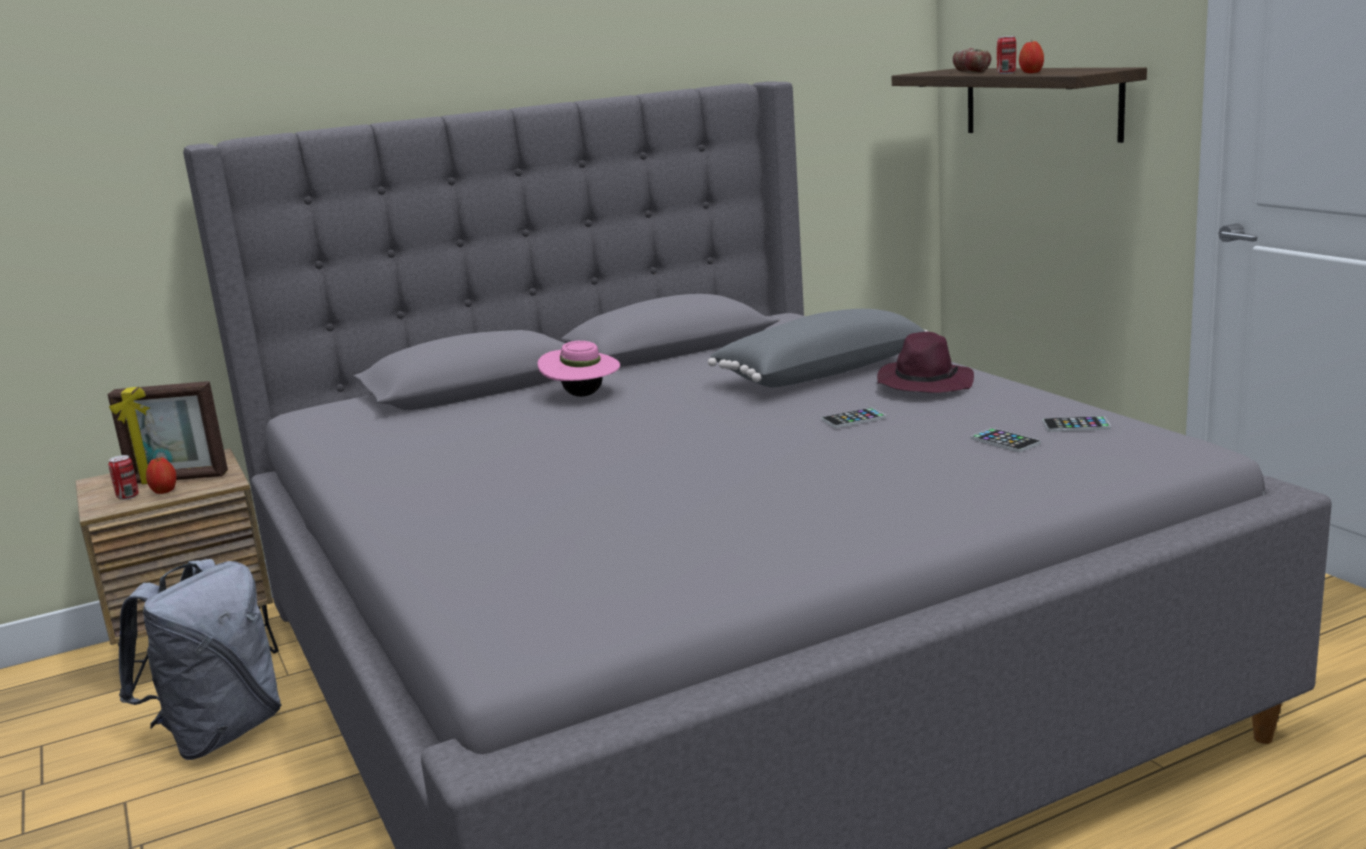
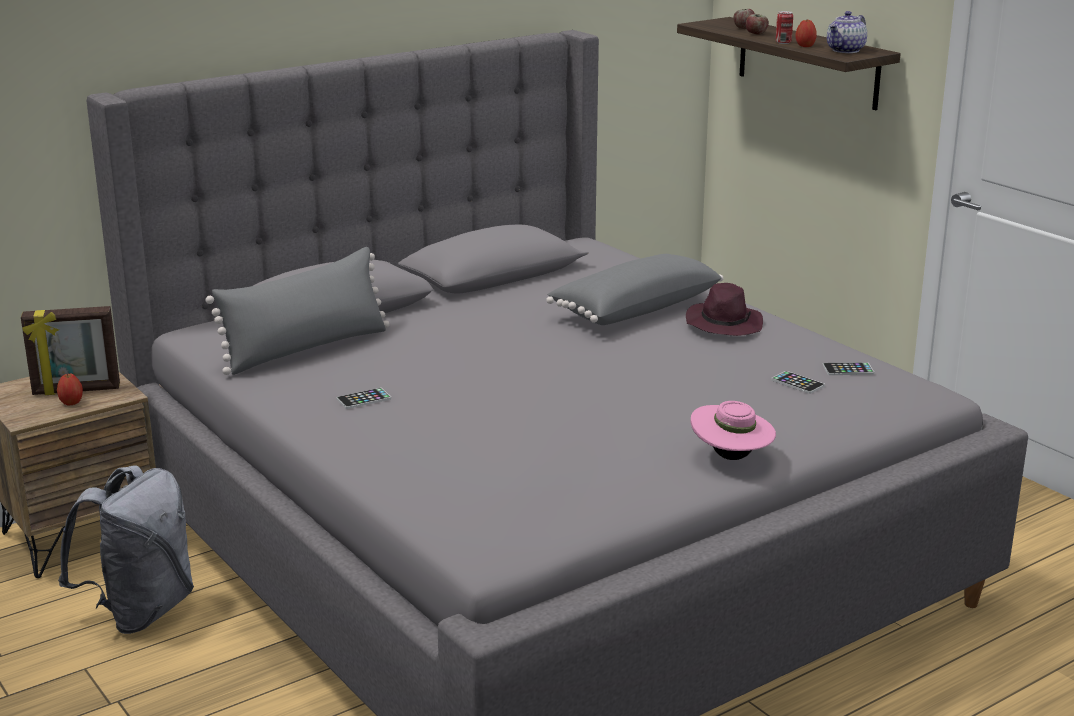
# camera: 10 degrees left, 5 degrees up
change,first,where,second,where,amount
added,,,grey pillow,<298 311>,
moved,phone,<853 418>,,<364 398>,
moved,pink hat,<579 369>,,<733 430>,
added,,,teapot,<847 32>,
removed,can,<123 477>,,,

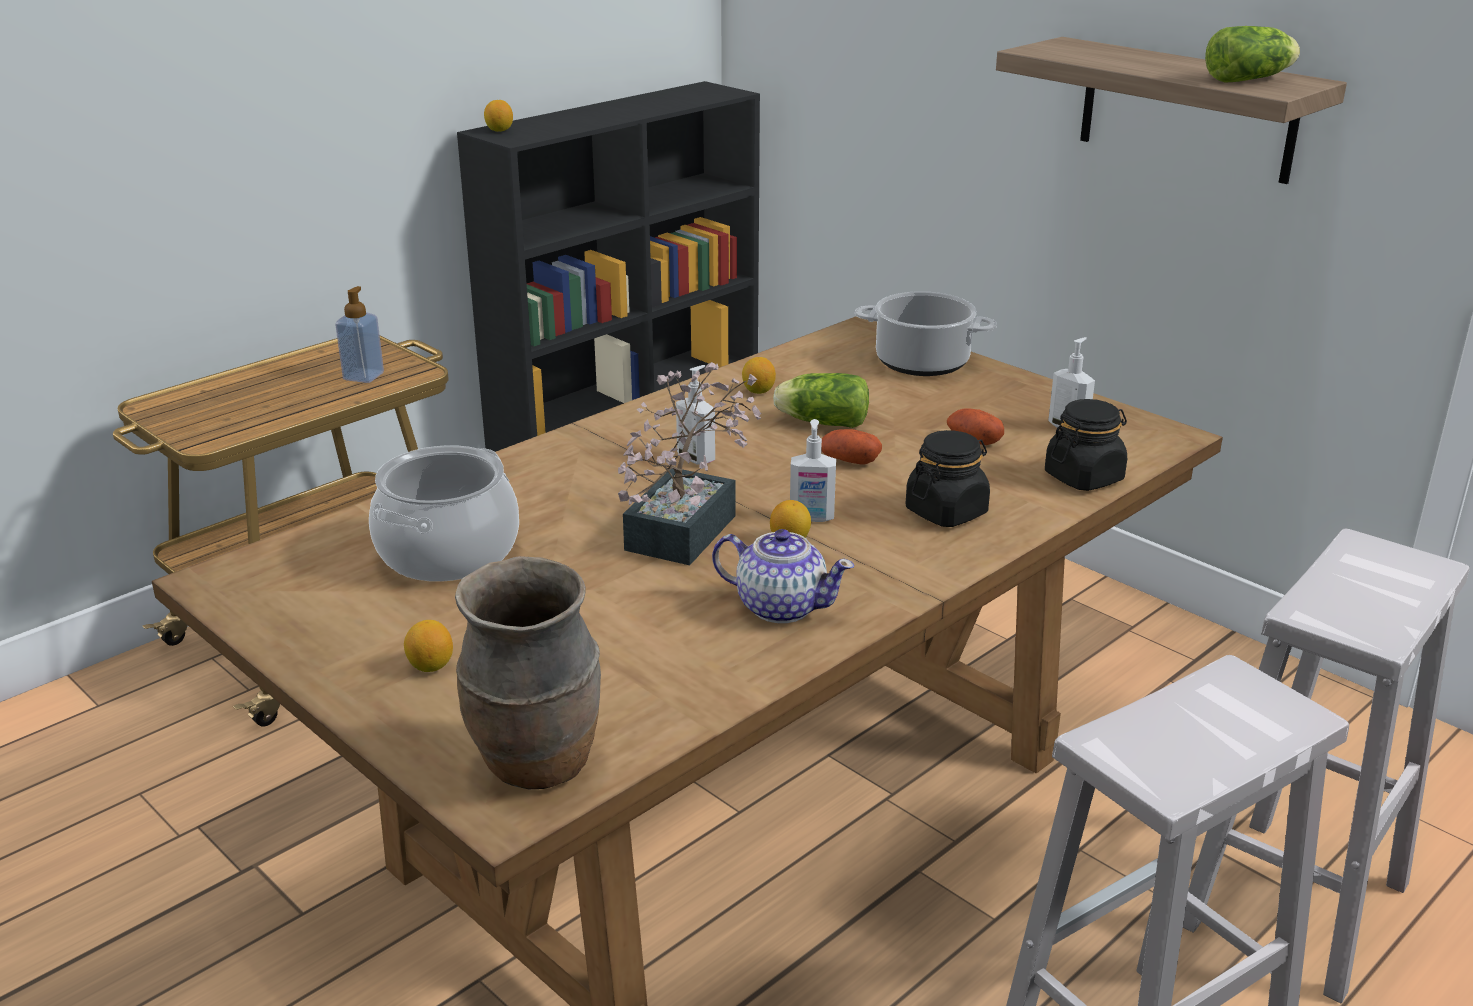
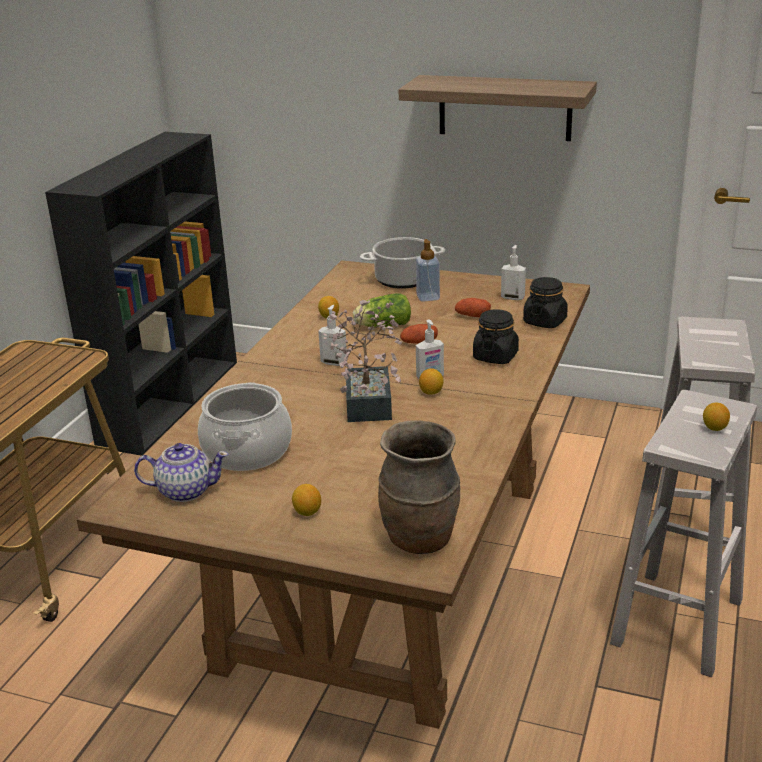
# camera: 25 degrees left, 0 degrees up
change,first,where,second,where,amount
moved,teapot,<783 576>,,<181 472>,
moved,soap dispenser,<359 334>,,<428 270>,
moved,lemon,<498 116>,,<716 417>,
removed,lettuce,<1252 54>,,,

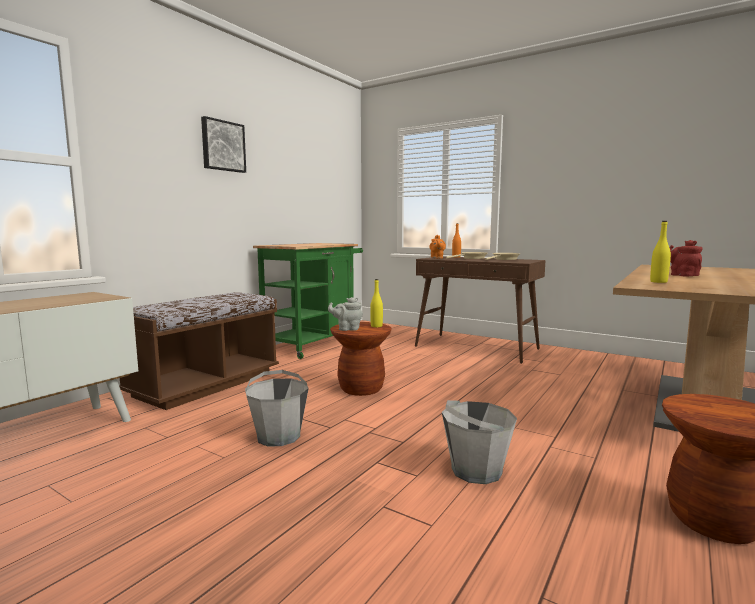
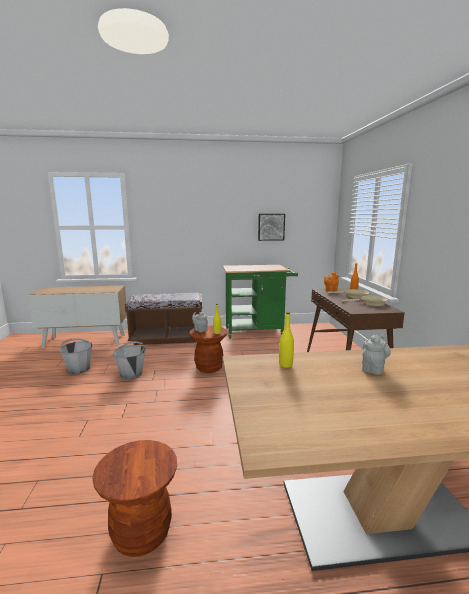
# camera: 50 degrees right, 5 degrees up
change,first,where,second,where,amount
moved,grey bucket,<479 442>,,<76 356>,
moved,picture,<223 144>,,<271 227>,
recoloured,red teapot,<686 258>,grey teapot,<376 355>,

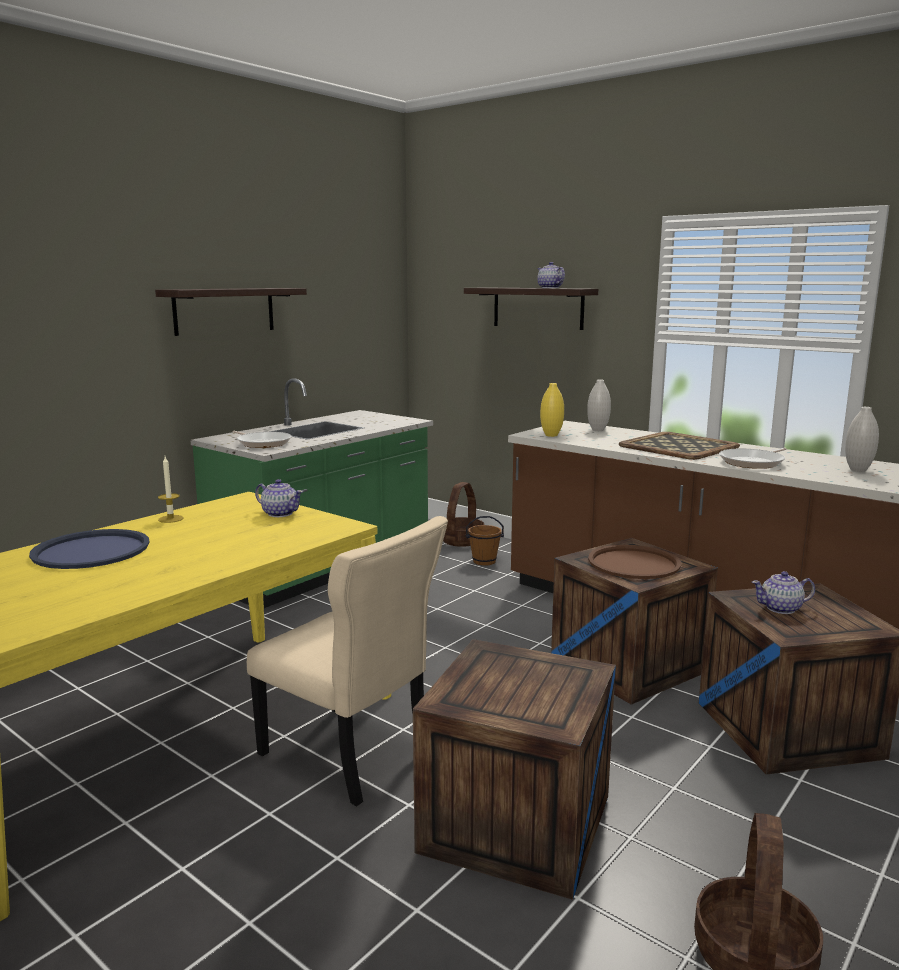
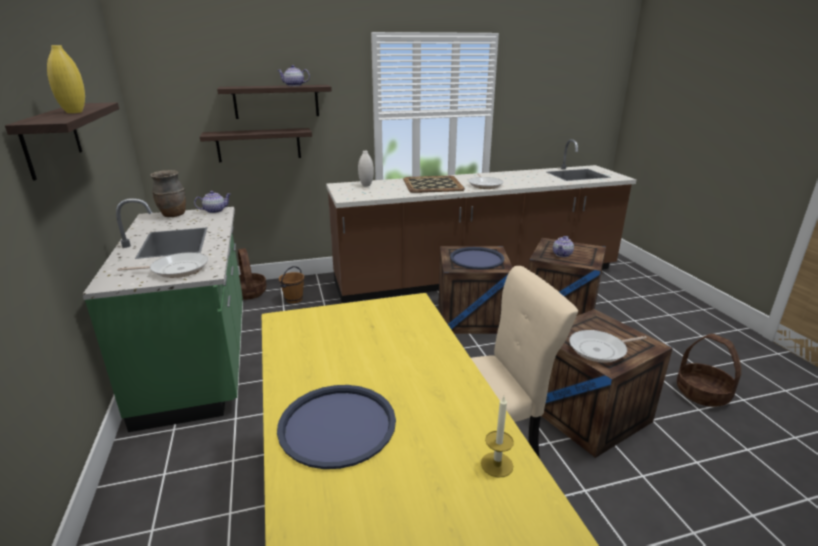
# camera: 55 degrees left, 10 degrees up
change,first,where,second,where,amount
moved,yellow vase,<552 410>,,<66 79>,
added,,,brown vase,<168 193>,
moved,teapot,<279 498>,,<212 202>,
added,,,shelf,<256 145>,
recoloured,brown tray,<634 562>,blue tray,<477 258>,
moved,candle,<171 490>,,<497 436>,
added,,,frying pan,<608 346>,
removed,white vase,<862 439>,,,

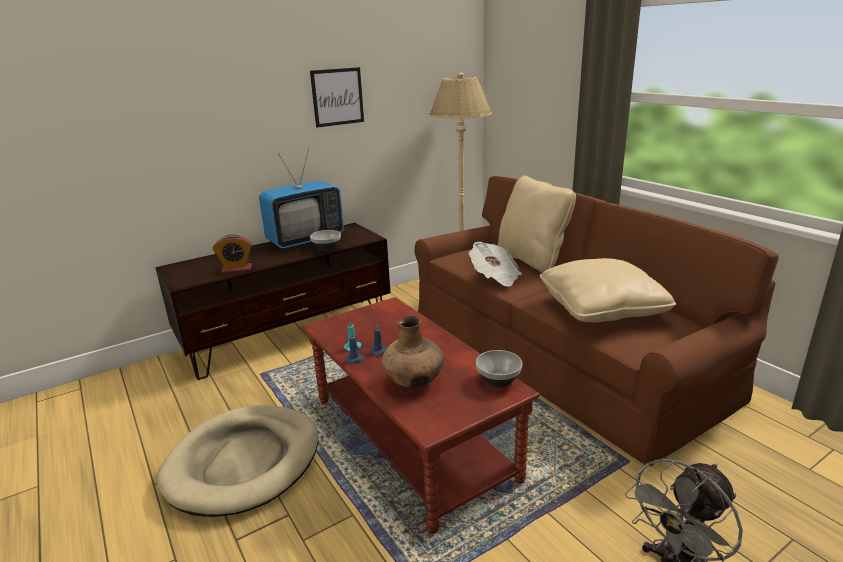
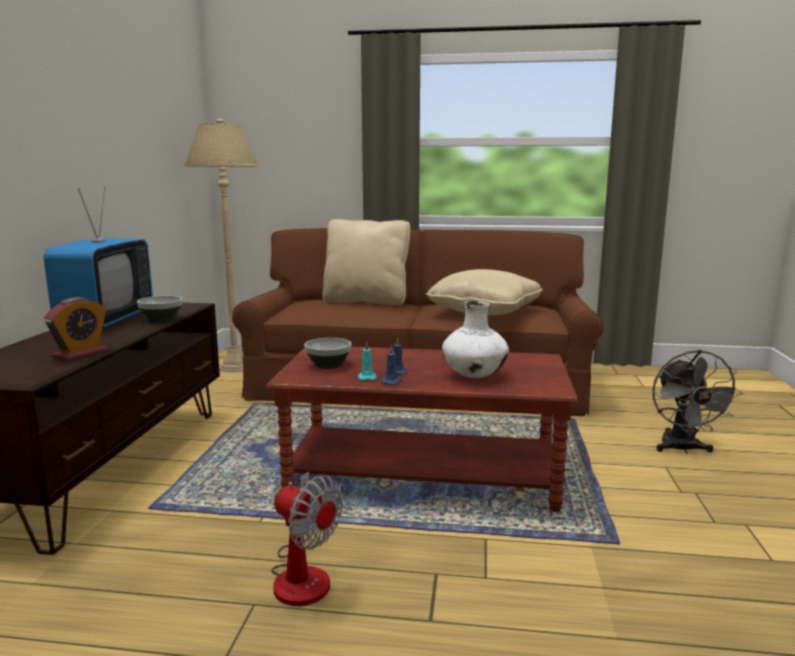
# camera: 50 degrees left, 10 degrees down
change,first,where,second,where,amount
replaced,beige dog bed,<237 461>,fan,<307 539>,
moved,bowl,<499 369>,,<327 353>,
recoloured,brown vase,<412 352>,white vase,<475 339>,
removed,picture,<337 97>,,,
removed,newspaper,<495 264>,,,

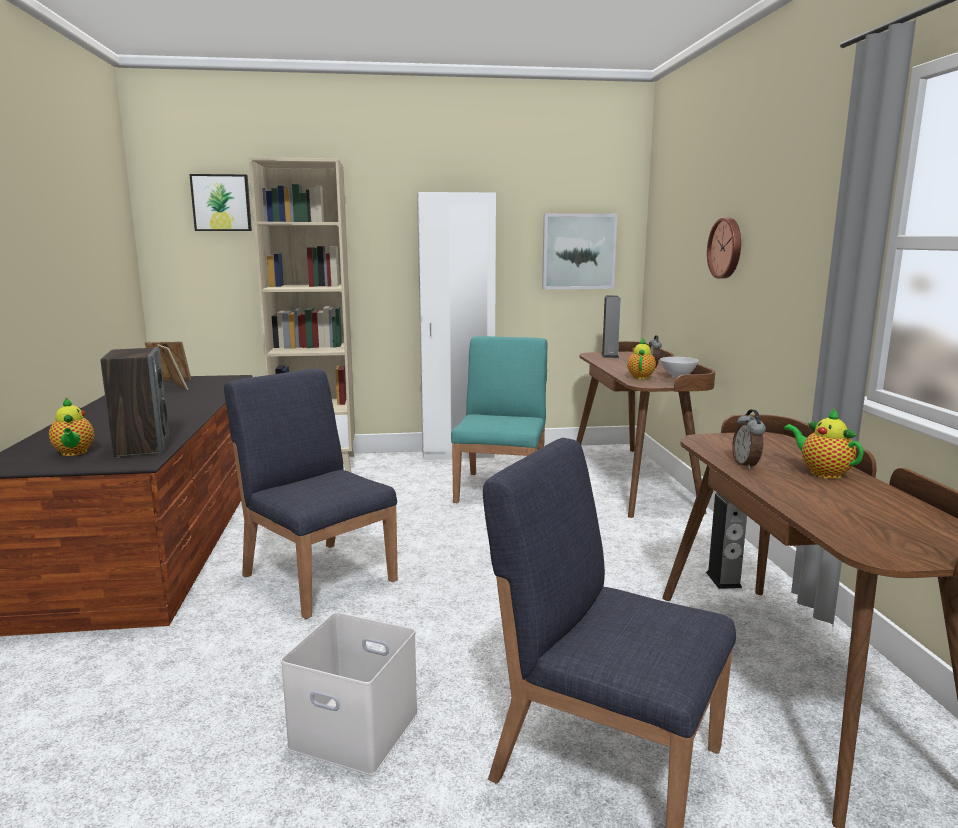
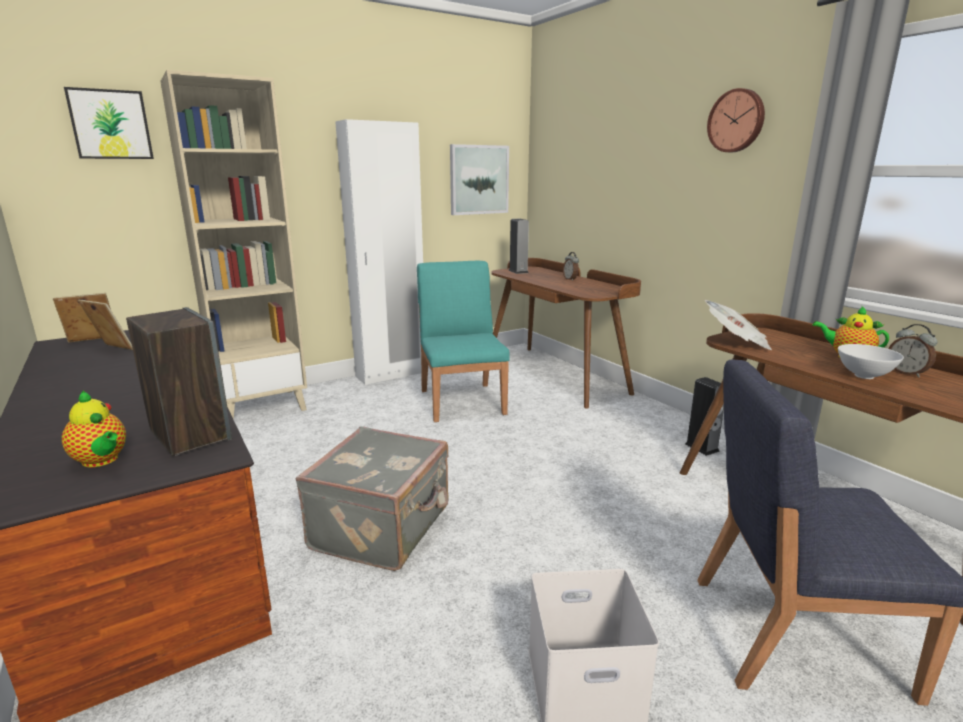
# camera: 25 degrees left, 5 degrees up
change,first,where,second,where,amount
replaced,blue chair,<311 494>,grey suitcase,<372 498>,
added,,,newspaper,<738 325>,
moved,wall clock,<724 248>,,<736 120>,
moved,white bowl,<679 367>,,<871 361>,
moved,alarm clock,<749 440>,,<913 351>,
removed,teapot,<641 358>,,,

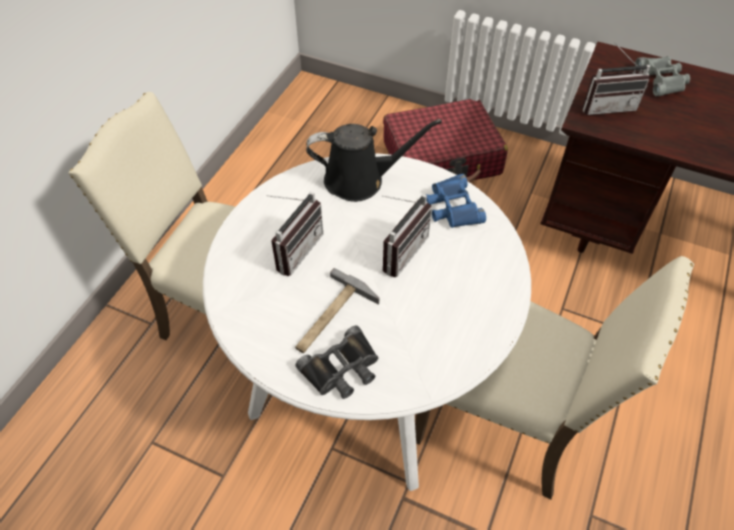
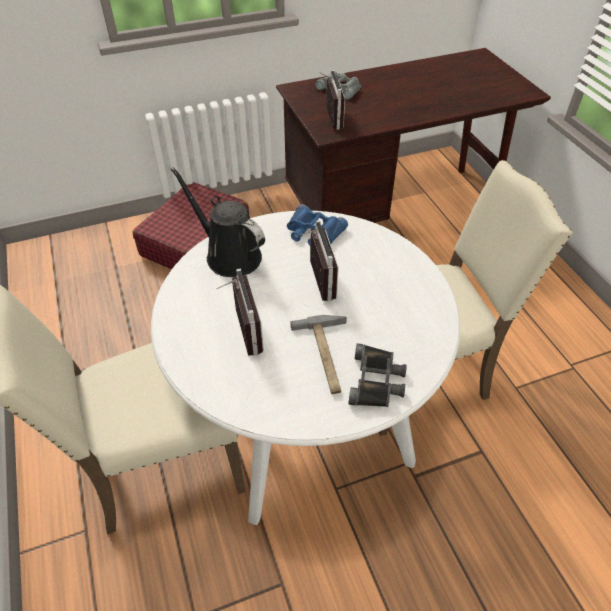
# camera: 45 degrees left, 5 degrees down
change,first,where,second,where,amount
turned,black watering can,<374 160>,,<217 222>,90 degrees counterclockwise
turned,radio,<616 79>,,<332 100>,45 degrees counterclockwise

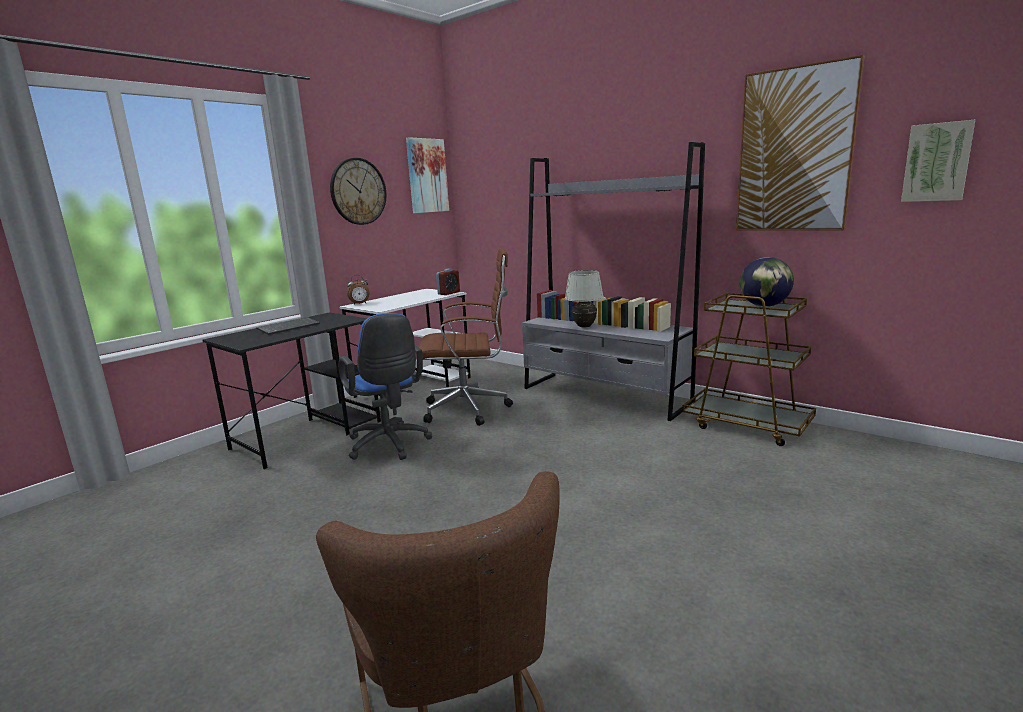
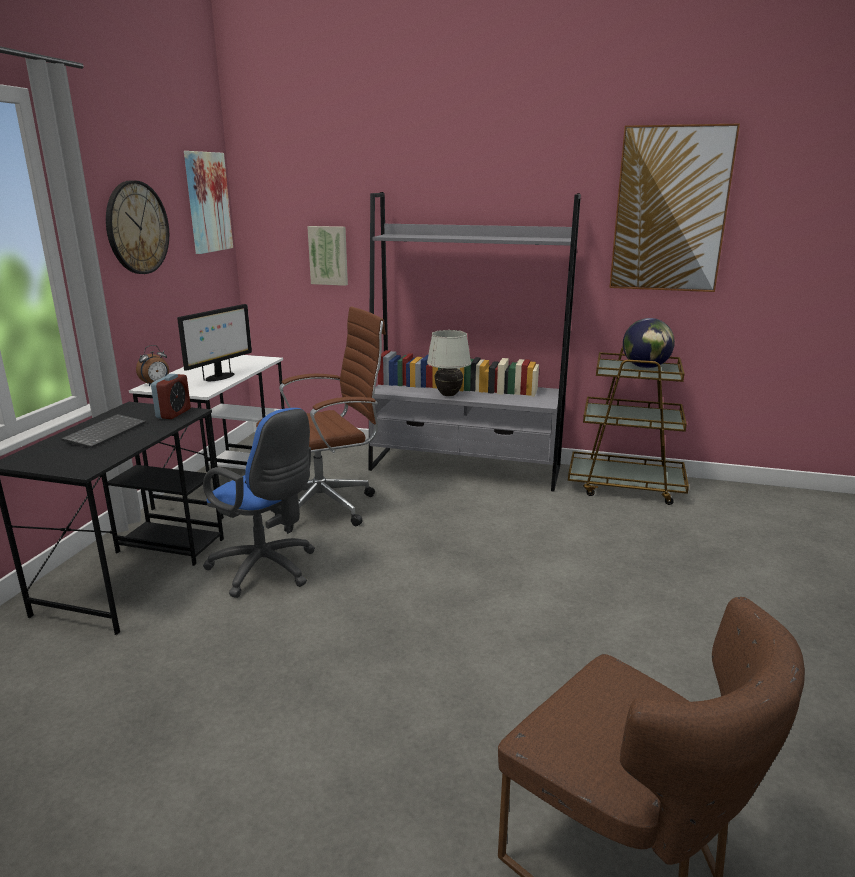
# camera: 25 degrees left, 5 degrees up
change,first,where,second,where,amount
moved,alarm clock,<448 282>,,<171 396>,
added,,,monitor,<214 342>,
moved,picture,<938 161>,,<327 256>,

